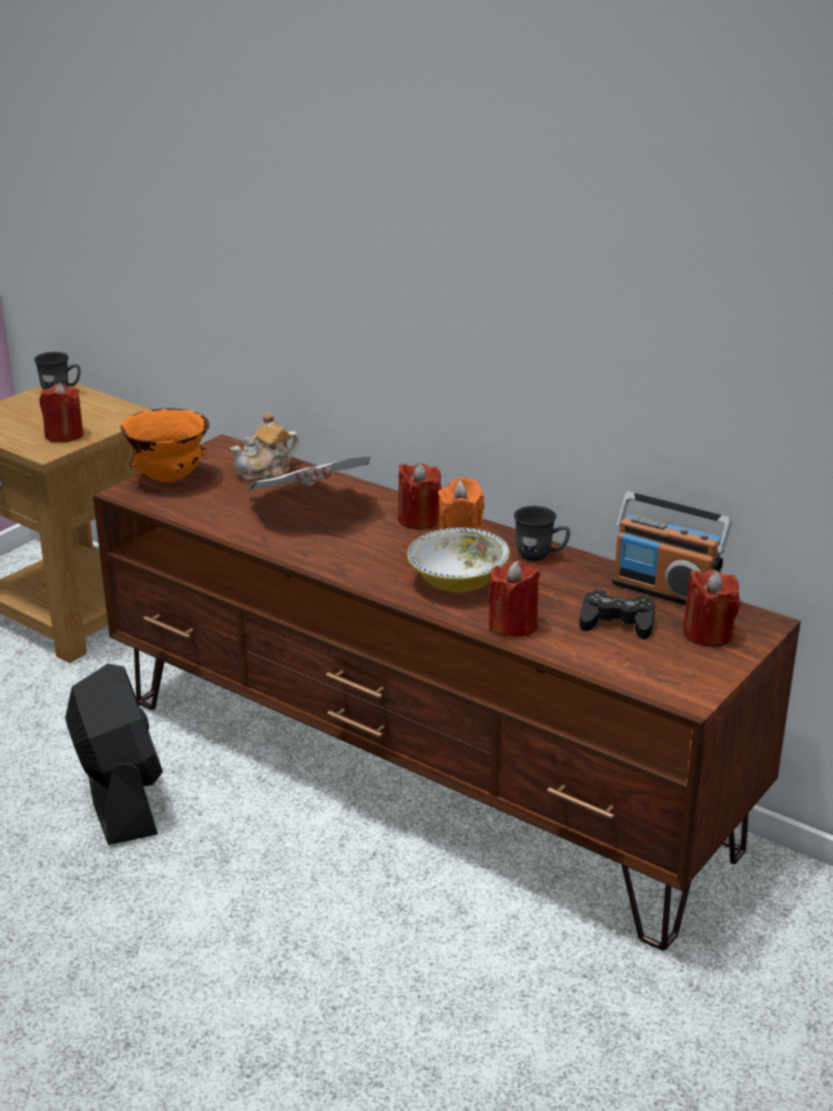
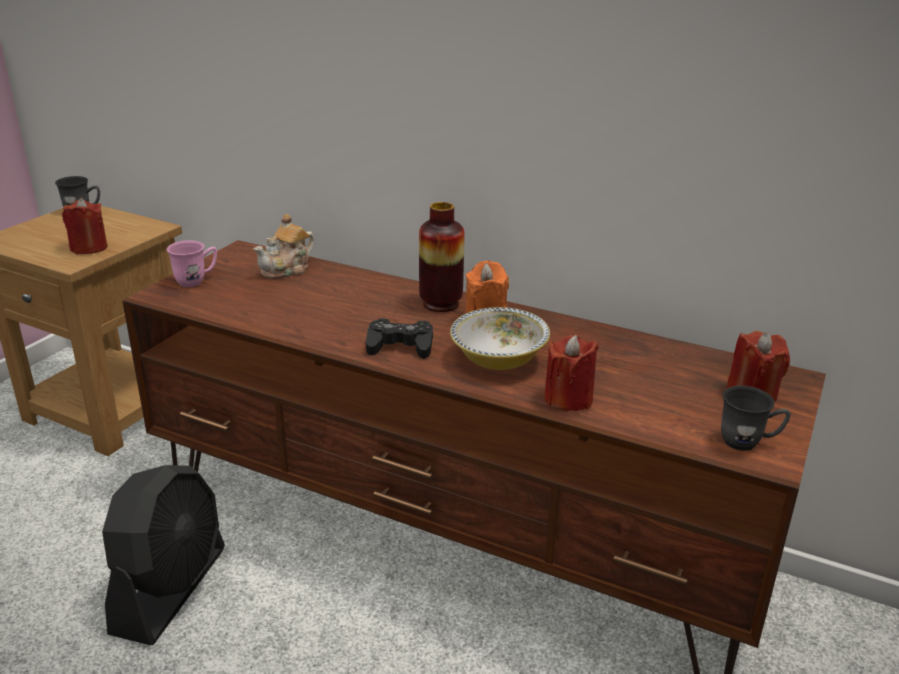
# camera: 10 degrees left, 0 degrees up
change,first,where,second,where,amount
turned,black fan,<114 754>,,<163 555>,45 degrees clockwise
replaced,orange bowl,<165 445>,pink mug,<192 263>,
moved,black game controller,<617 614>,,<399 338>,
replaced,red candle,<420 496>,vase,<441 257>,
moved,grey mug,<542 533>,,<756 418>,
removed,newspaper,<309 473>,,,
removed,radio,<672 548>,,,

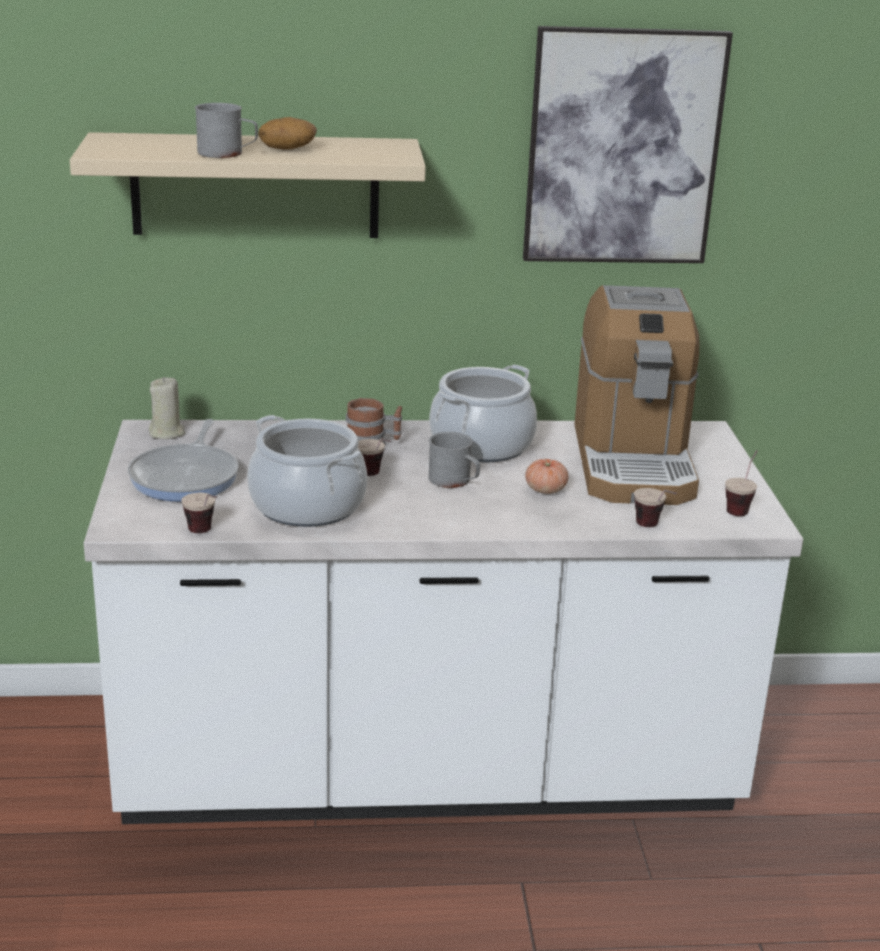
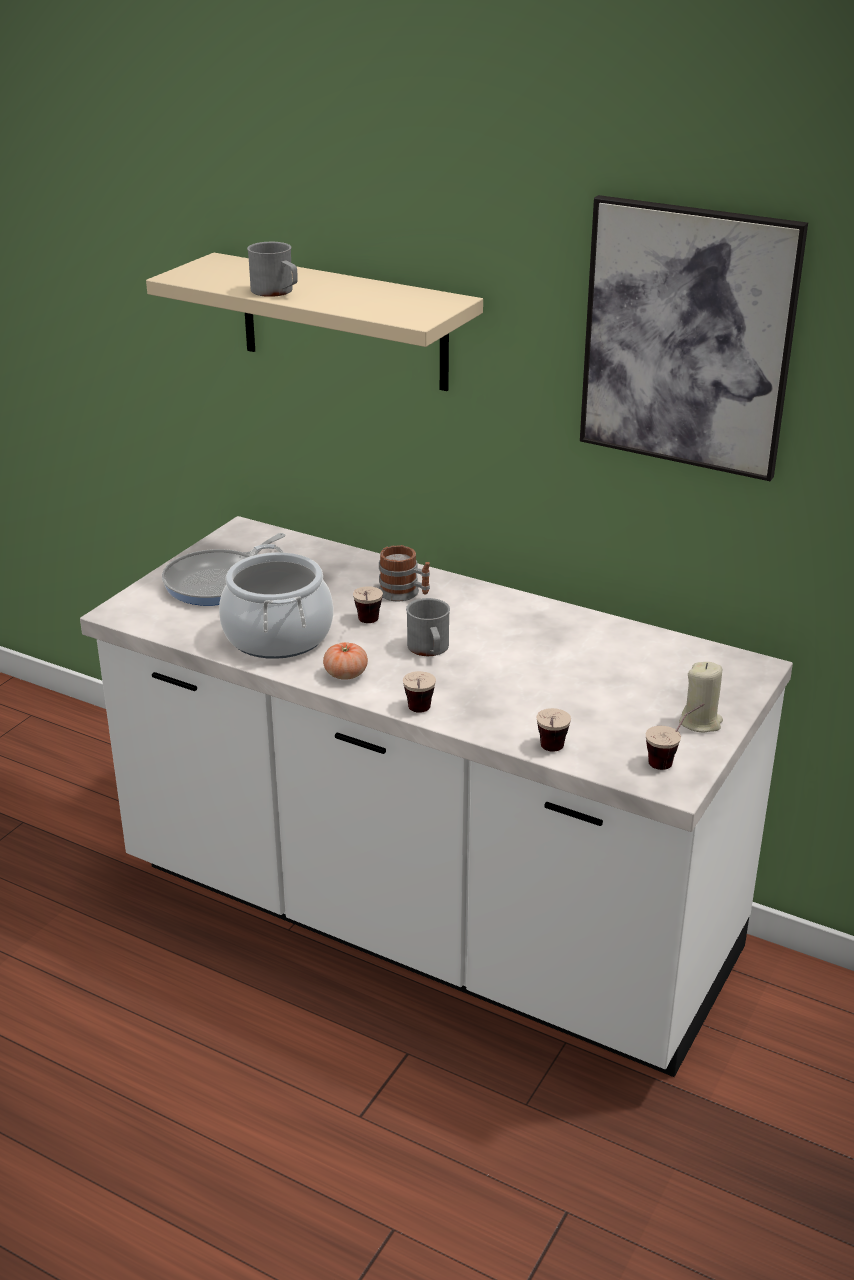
# camera: 35 degrees right, 5 degrees up
change,first,where,second,where,amount
moved,tomato,<546 476>,,<345 661>,
moved,cup,<199 513>,,<419 692>,
moved,beige candle,<167 408>,,<701 697>,
removed,potato,<287 133>,,,
removed,cooking pot,<483 414>,,,
removed,coffee machine,<636 395>,,,

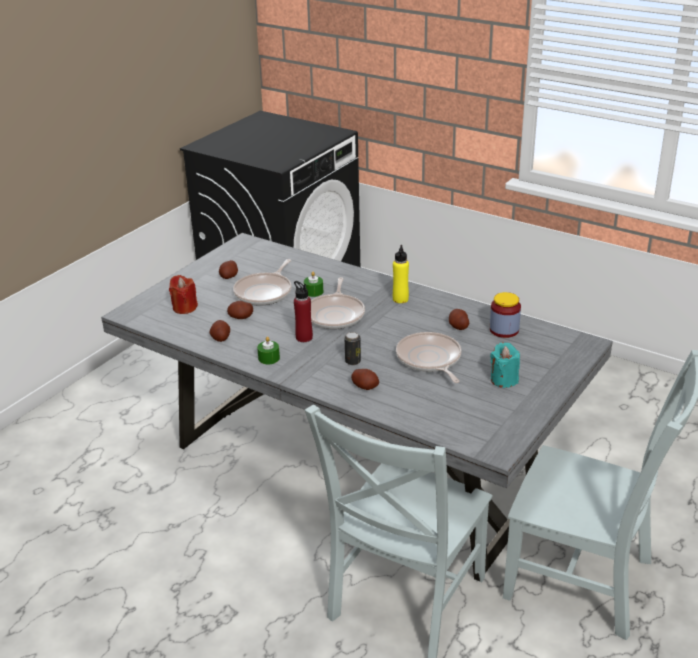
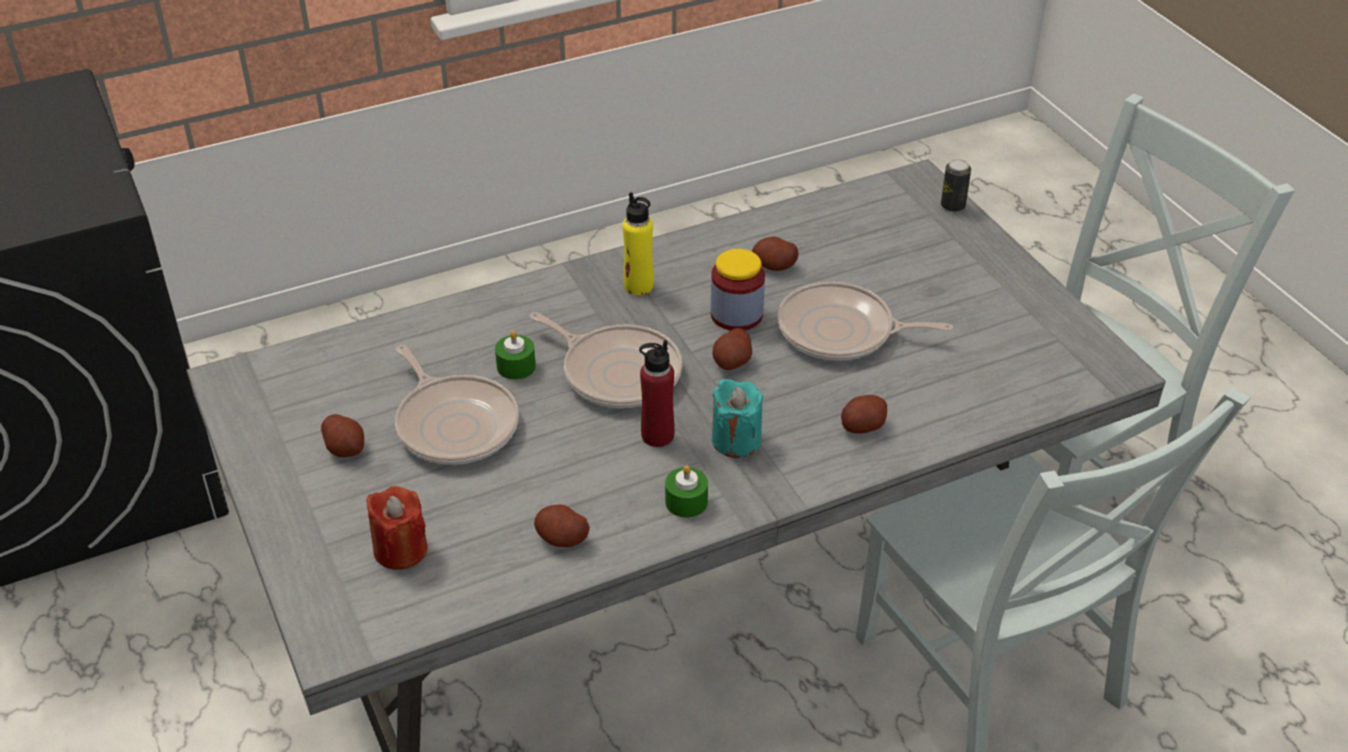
# camera: 60 degrees left, 10 degrees up
change,first,where,second,where,amount
moved,jar,<505 315>,,<738 289>,
moved,turquoise candle,<505 365>,,<737 418>,
moved,potato,<240 310>,,<732 349>,
moved,can,<352 348>,,<956 185>,

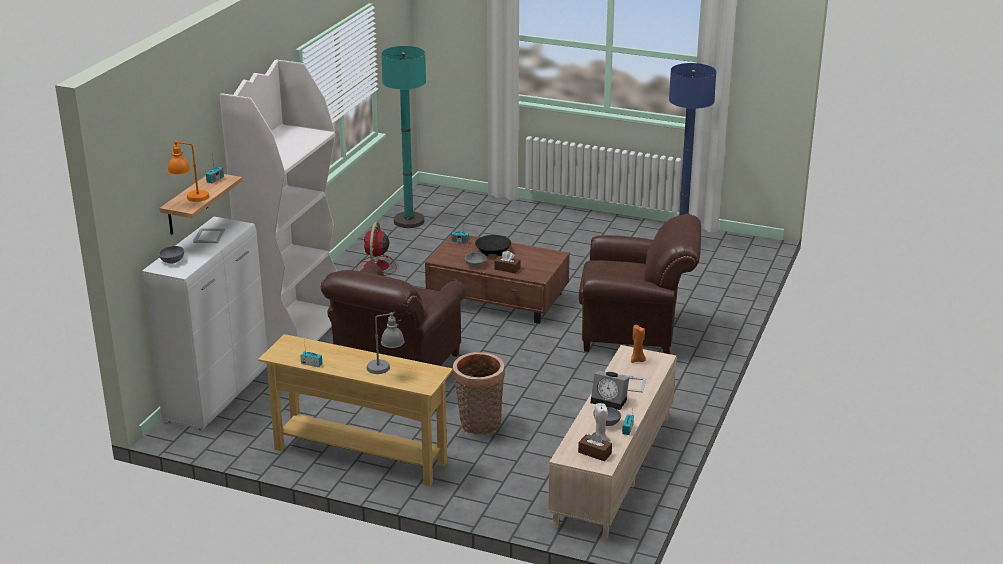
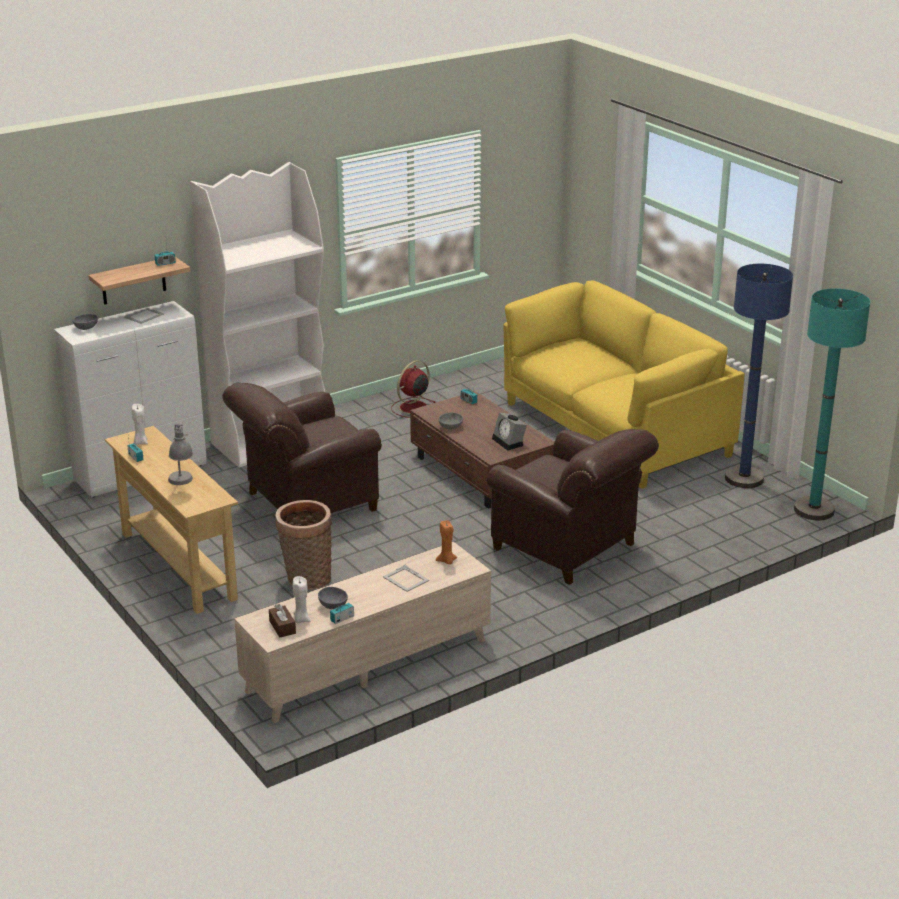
# camera: 35 degrees right, 0 degrees up
change,first,where,second,where,amount
added,,,white candle,<140 424>,
moved,alarm clock,<609 390>,,<509 432>,
added,,,yellow sofa,<624 385>,
moved,turquoise floor lamp,<403 137>,,<832 404>,
removed,orange table lamp,<188 171>,,,
removed,black bowl,<493 245>,,,
removed,brown tissue box,<507 262>,,,

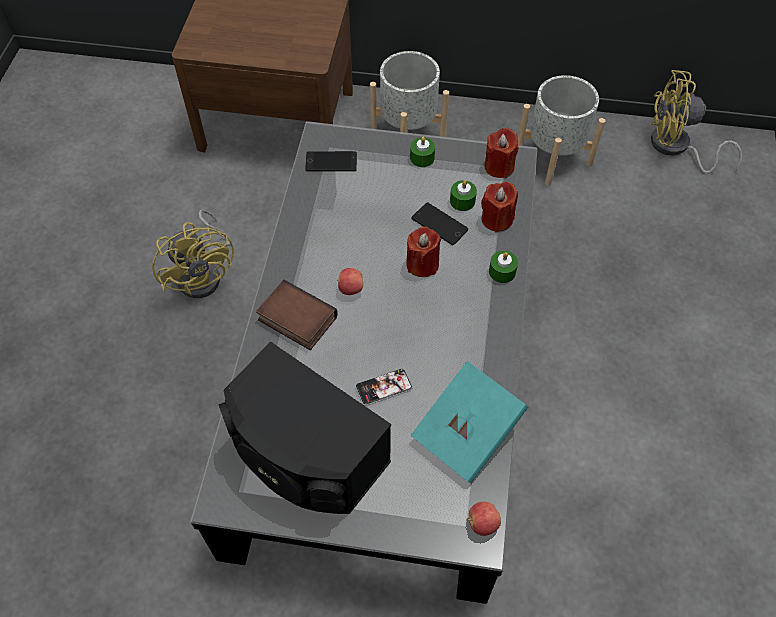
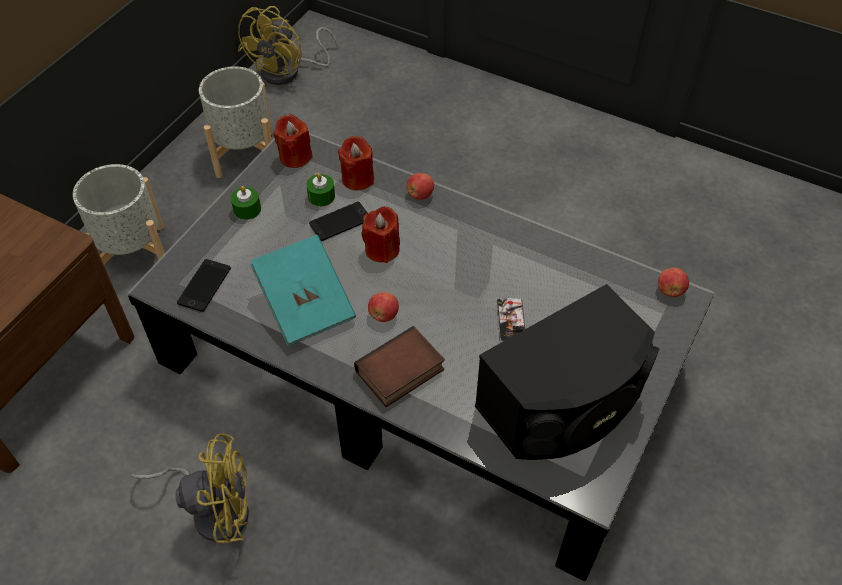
# camera: 70 degrees left, 5 degrees down
change,first,where,second,where,amount
moved,turquoise book,<469 422>,,<303 290>,
replaced,green candle,<503 267>,apple,<420 186>,

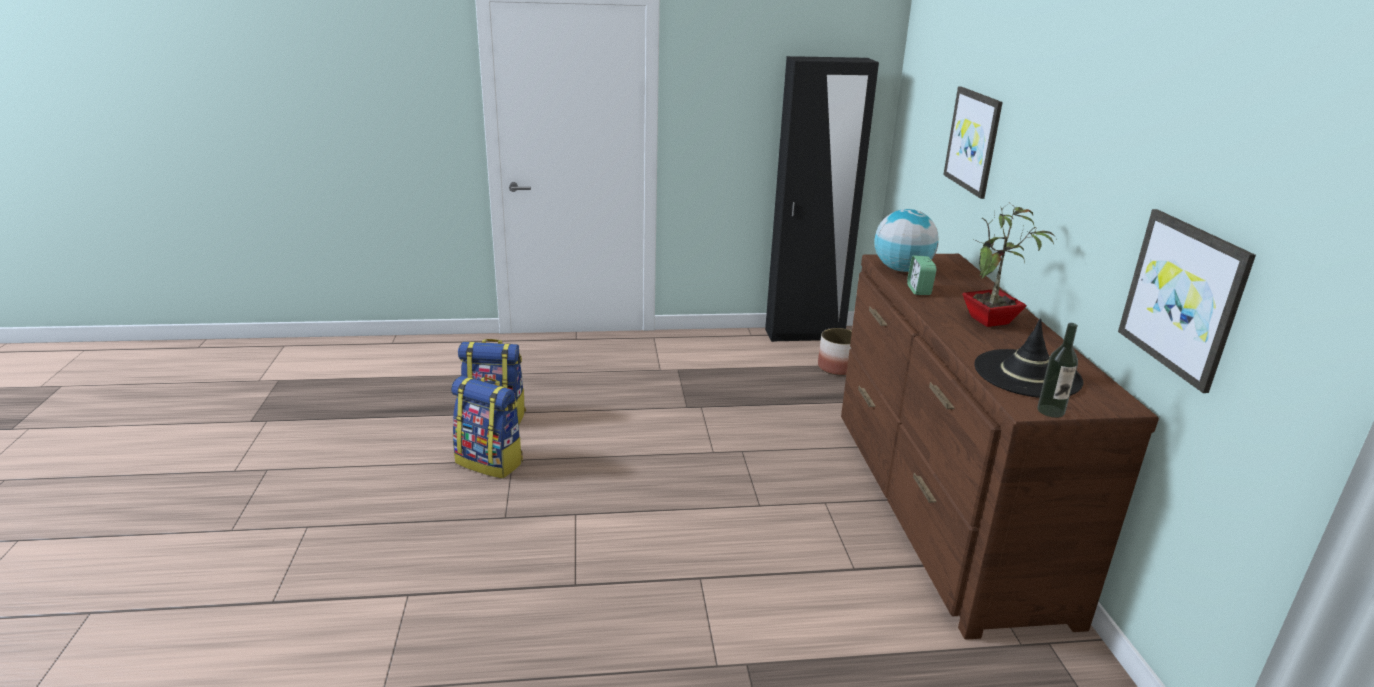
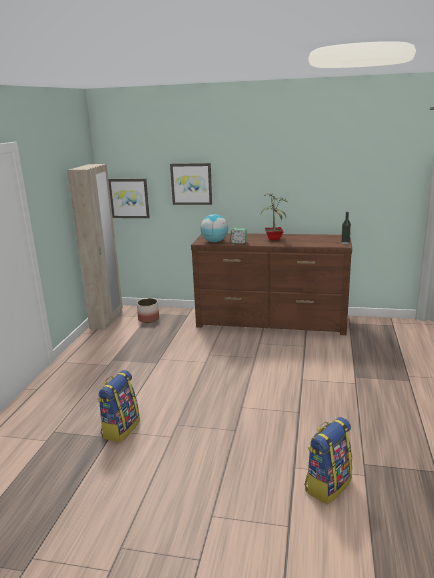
# camera: 70 degrees left, 5 degrees down
change,first,where,second,where,amount
recoloured,black wardrobe,<822 199>,beige wardrobe,<95 247>,
moved,picture,<1187 301>,,<129 198>,
moved,backpack,<487 427>,,<328 460>,
removed,black hat,<1029 358>,,,

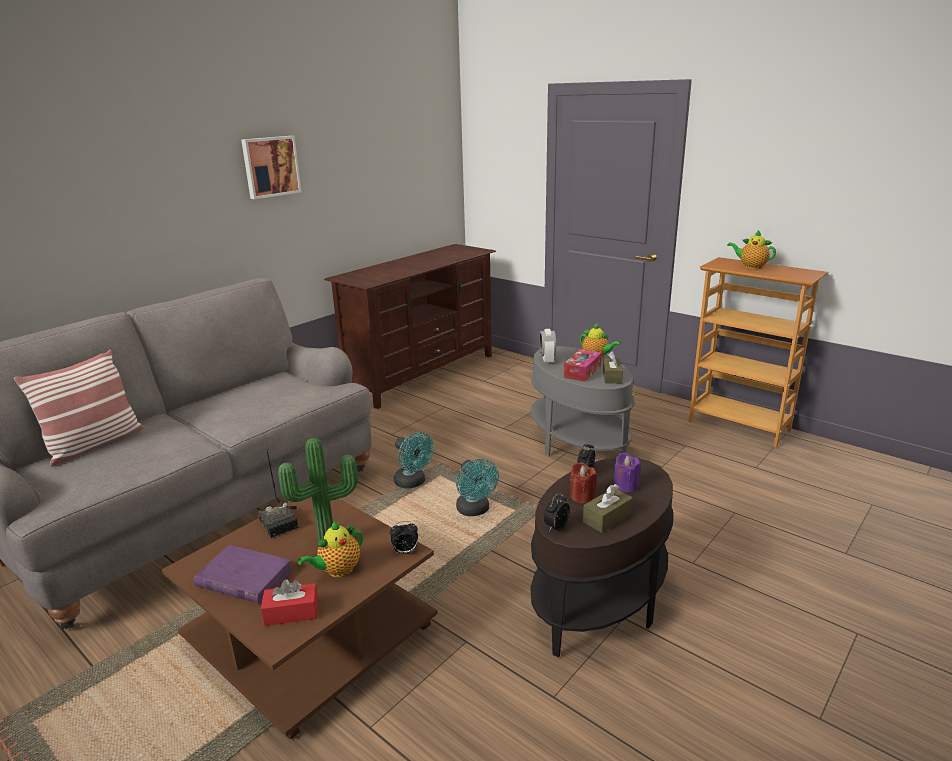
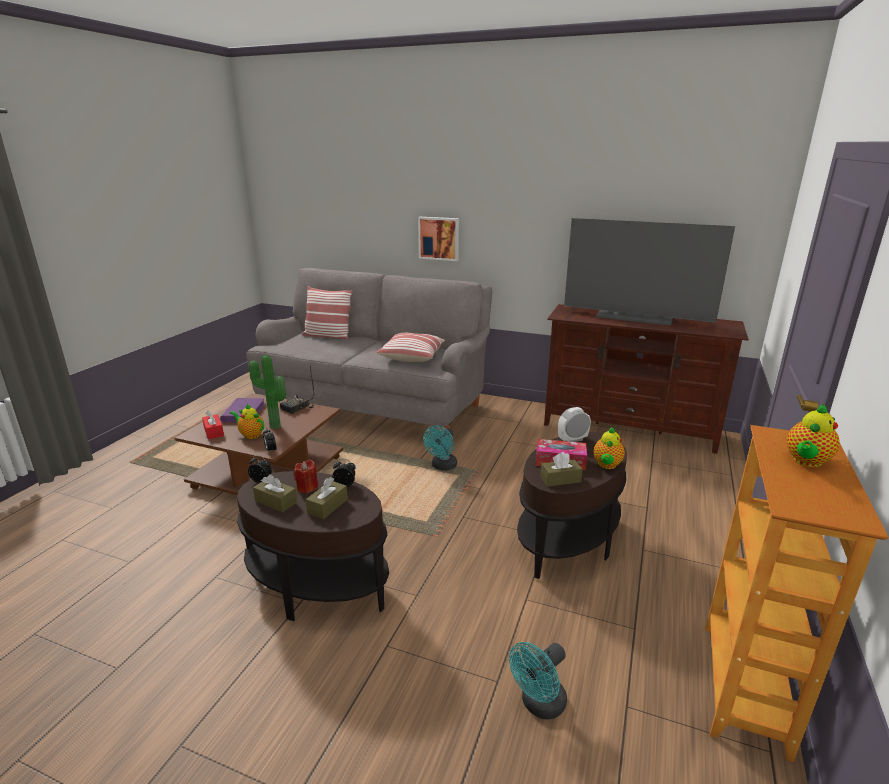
# camera: 70 degrees right, 0 degrees up
change,first,where,second,where,amount
replaced,purple candle,<627 473>,brown tissue box,<327 498>,
added,,,pillow,<411 347>,
moved,picture,<271 167>,,<438 239>,
moved,turquoise fan,<477 487>,,<538 681>,
recoloured,grey side table,<583 401>,brown side table,<572 505>,
added,,,television,<649 272>,
turned,teapot,<751 249>,,<813 435>,150 degrees counterclockwise

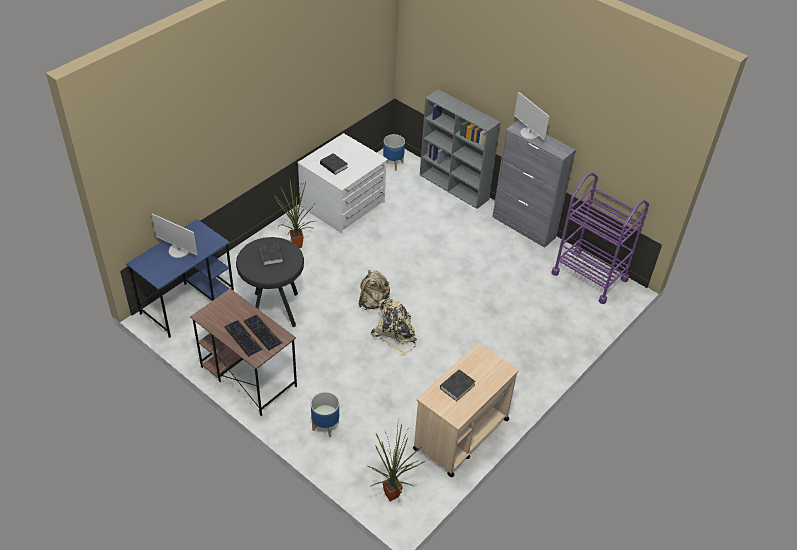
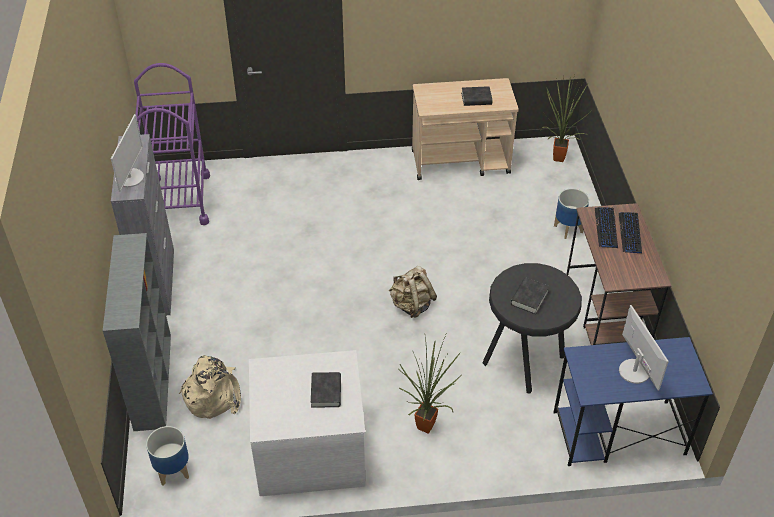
# camera: 135 degrees left, 0 degrees up
change,first,where,second,where,amount
moved,beige backpack,<393 327>,,<210 387>,

